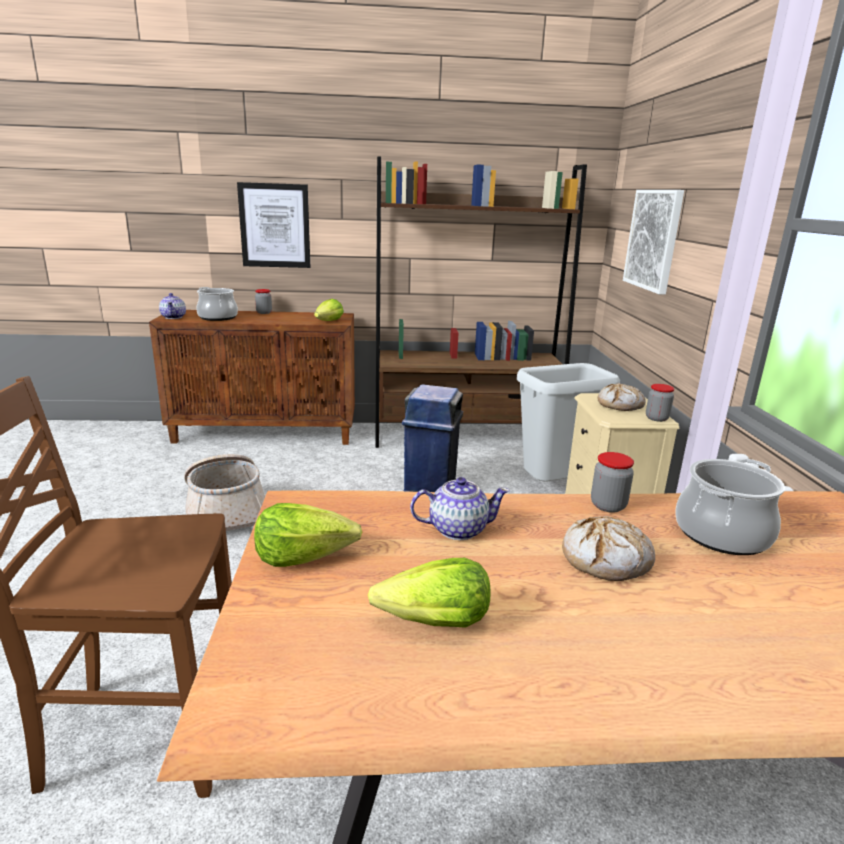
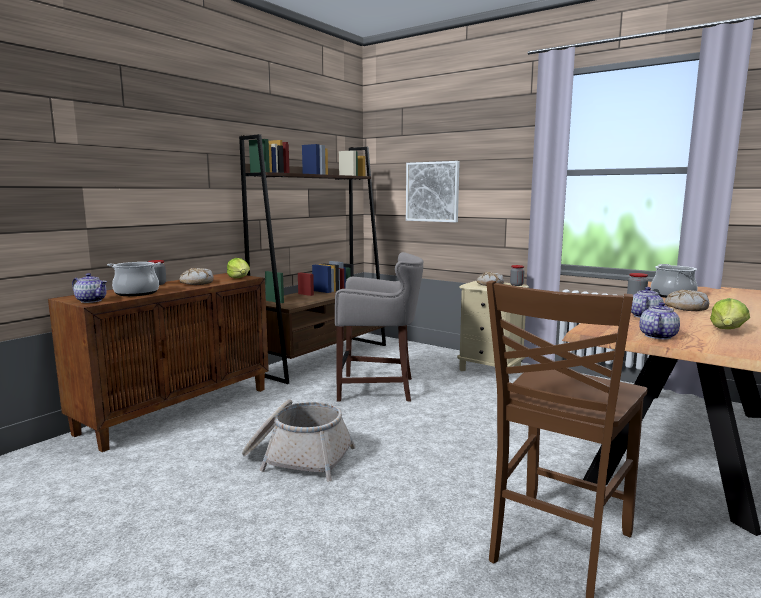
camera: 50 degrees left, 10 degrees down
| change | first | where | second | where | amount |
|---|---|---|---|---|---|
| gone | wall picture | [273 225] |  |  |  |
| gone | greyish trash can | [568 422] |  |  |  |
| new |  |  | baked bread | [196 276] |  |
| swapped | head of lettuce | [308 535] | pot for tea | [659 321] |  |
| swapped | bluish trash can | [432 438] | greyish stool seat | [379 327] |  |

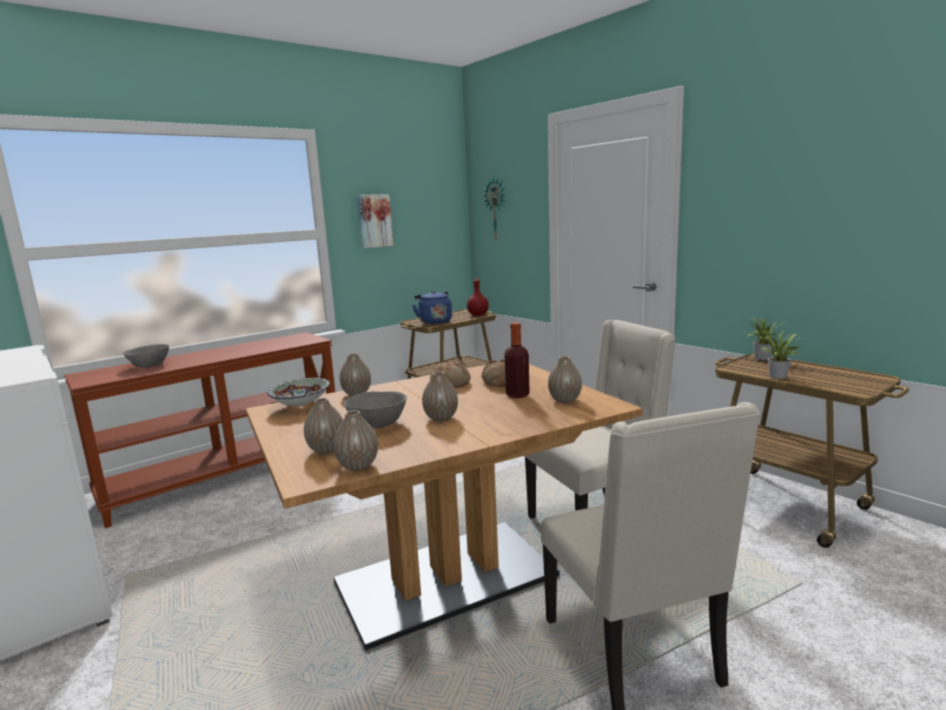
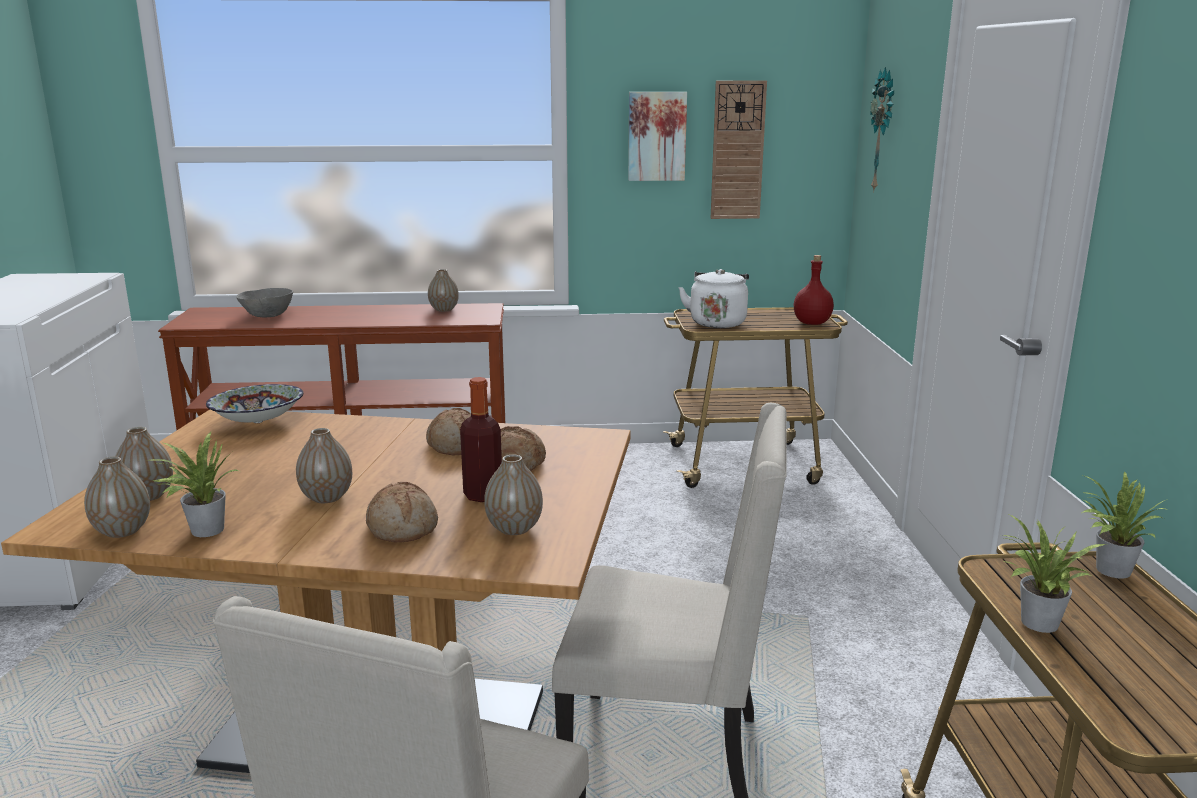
camera: 35 degrees right, 5 degrees up
| change | first | where | second | where | amount |
|---|---|---|---|---|---|
| gone | greyish serving bowl | [375 410] |  |  |  |
| new |  |  | plant in a pot | [192 484] |  |
| new |  |  | baked bread | [402 512] |  |
| new |  |  | clock on the wall | [739 150] |  |
| shifted | vase | [355 374] |  | [443 290] |  |
| repainted | bluish tea kettle | [432 307] | white tea kettle | [713 298] |  |

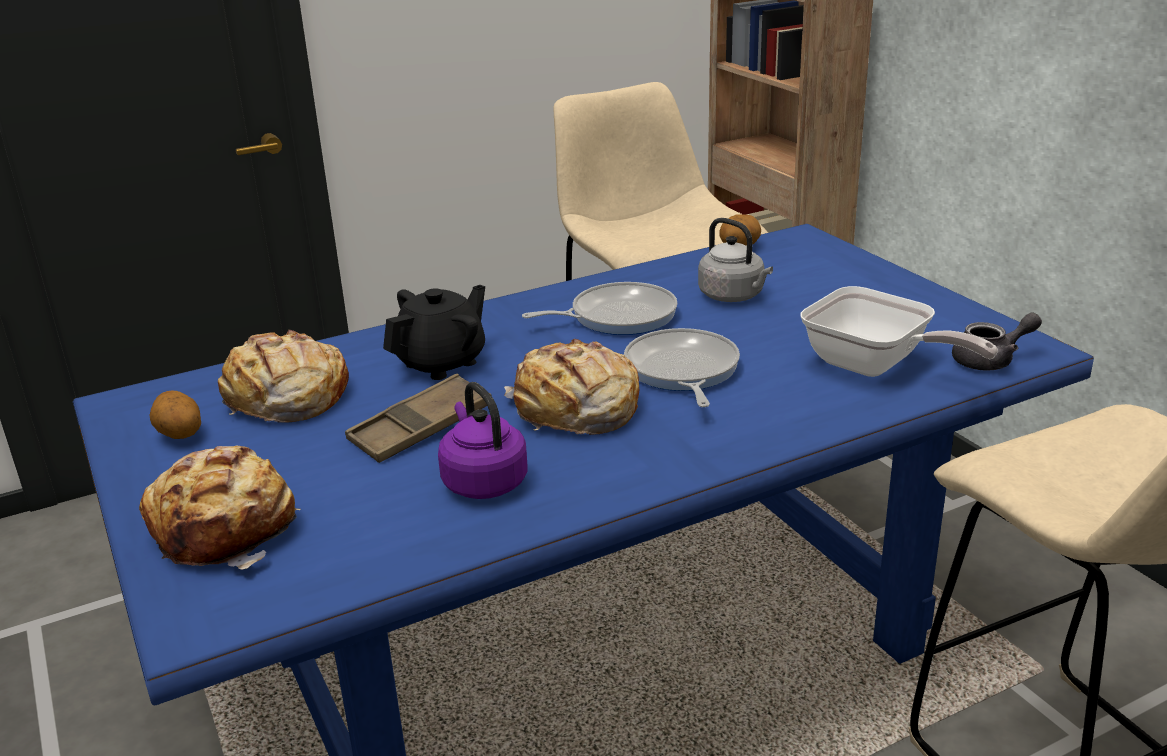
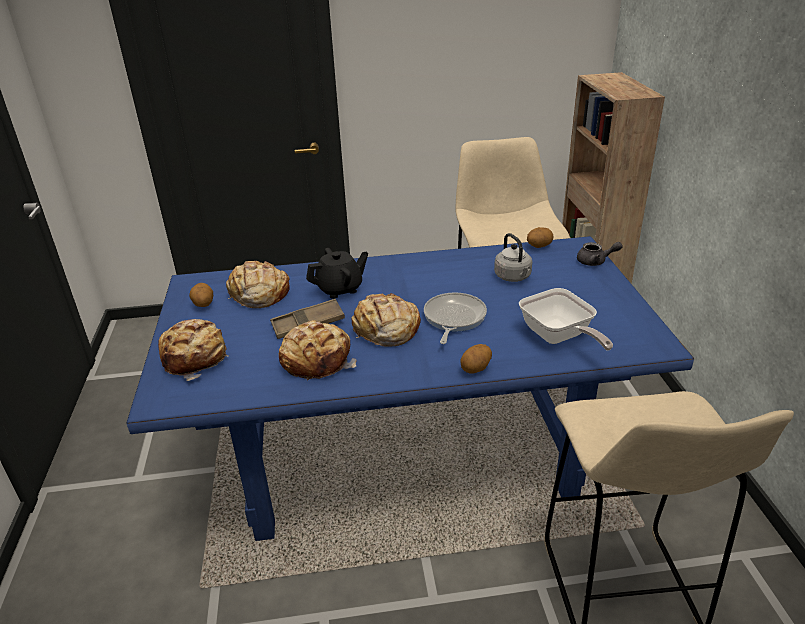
camera: 20 degrees right, 5 degrees up
| change | first | where | second | where | amount |
|---|---|---|---|---|---|
| gone | pan | [600 308] |  |  |  |
| new |  |  | whole potato | [476 359] |  |
| shifted | greyish pot for tea | [997 341] |  | [600 254] |  |
| swapped | purple-coloured tea kettle | [483 440] | baked bread | [317 350] |  |

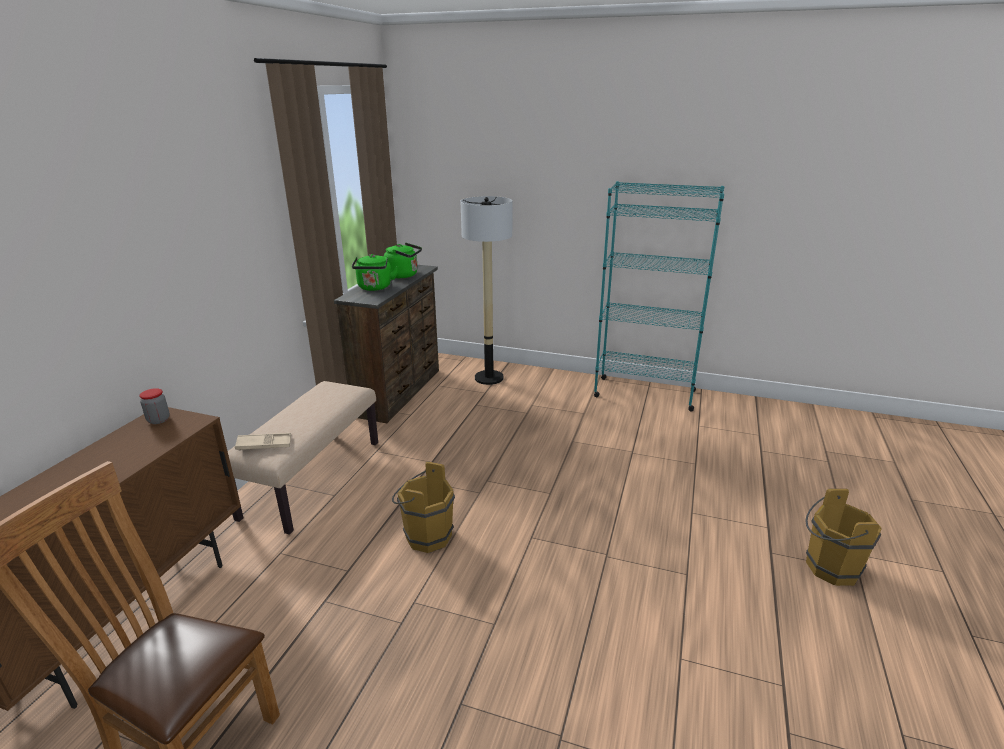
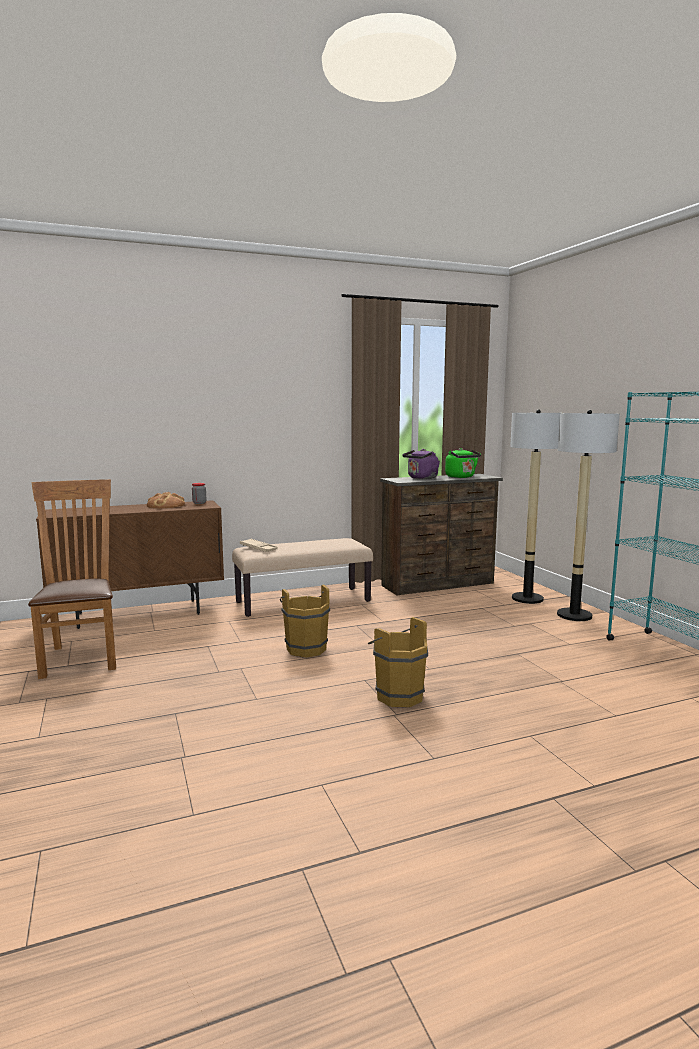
camera: 50 degrees right, 15 degrees down
| change | first | where | second | where | amount |
|---|---|---|---|---|---|
| new |  |  | baked bread | [166 500] |  |
| new |  |  | standing lamp | [588 515] |  |
| shifted | brownish water bucket | [843 537] |  | [398 662] |  |
| repainted | greenish tea kettle | [375 272] | purple-coloured tea kettle | [421 464] |  |

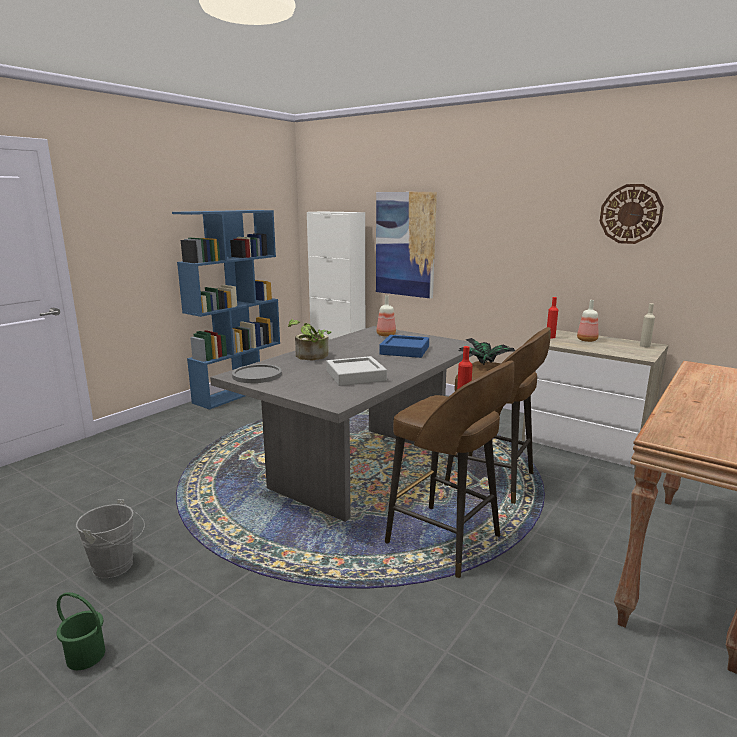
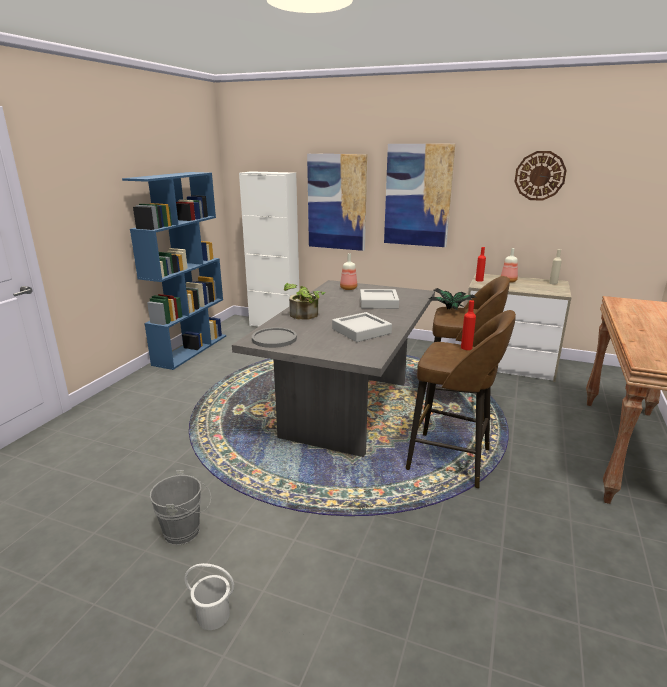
camera: 15 degrees left, 5 degrees up
| change | first | where | second | where | amount |
|---|---|---|---|---|---|
| new |  |  | wall picture | [419 195] |  |
| repainted | greenish water bucket | [81 631] | white water bucket | [209 596] |  |
| repainted | bluish serving tray | [404 346] | greyish serving tray | [379 299] |  |

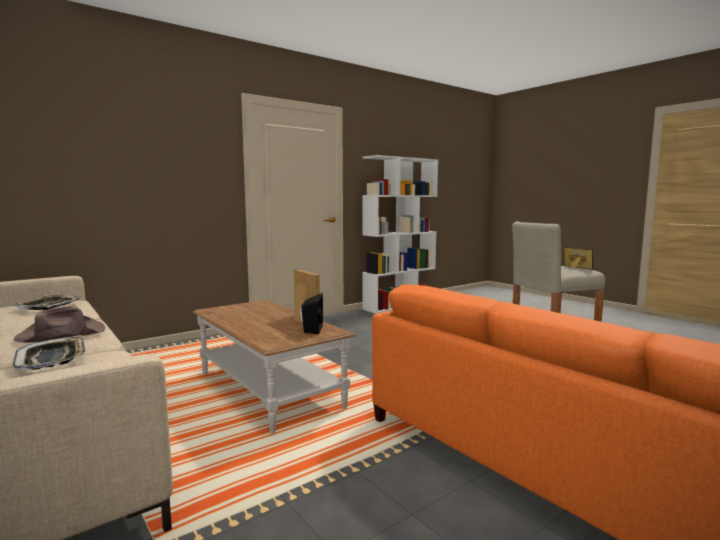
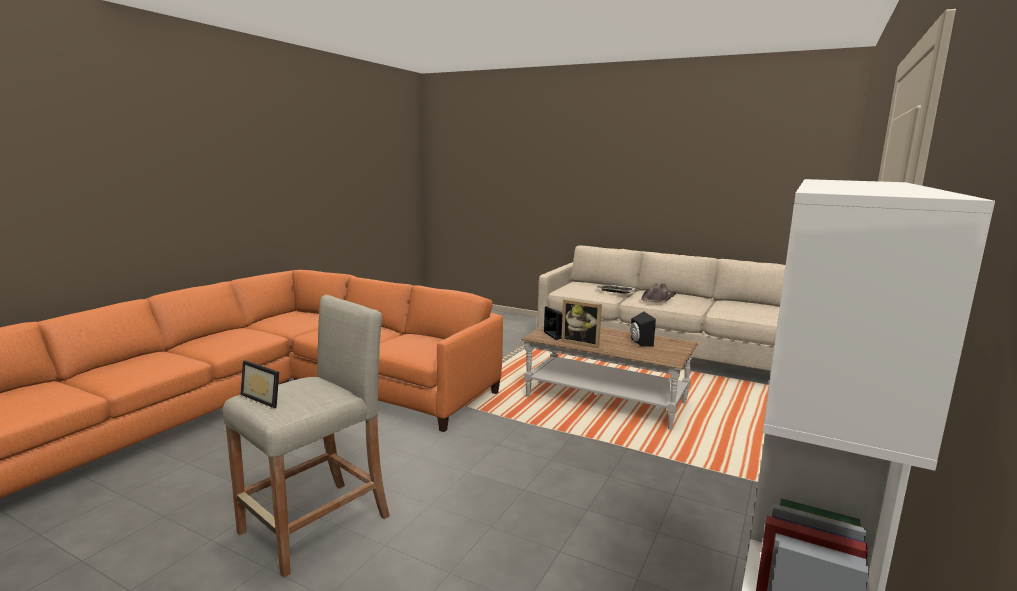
camera: 155 degrees right, 5 degrees up
| change | first | where | second | where | amount |
|---|---|---|---|---|---|
| gone | serving tray | [47 302] |  |  |  |
| new |  |  | black speaker | [643 329] |  |

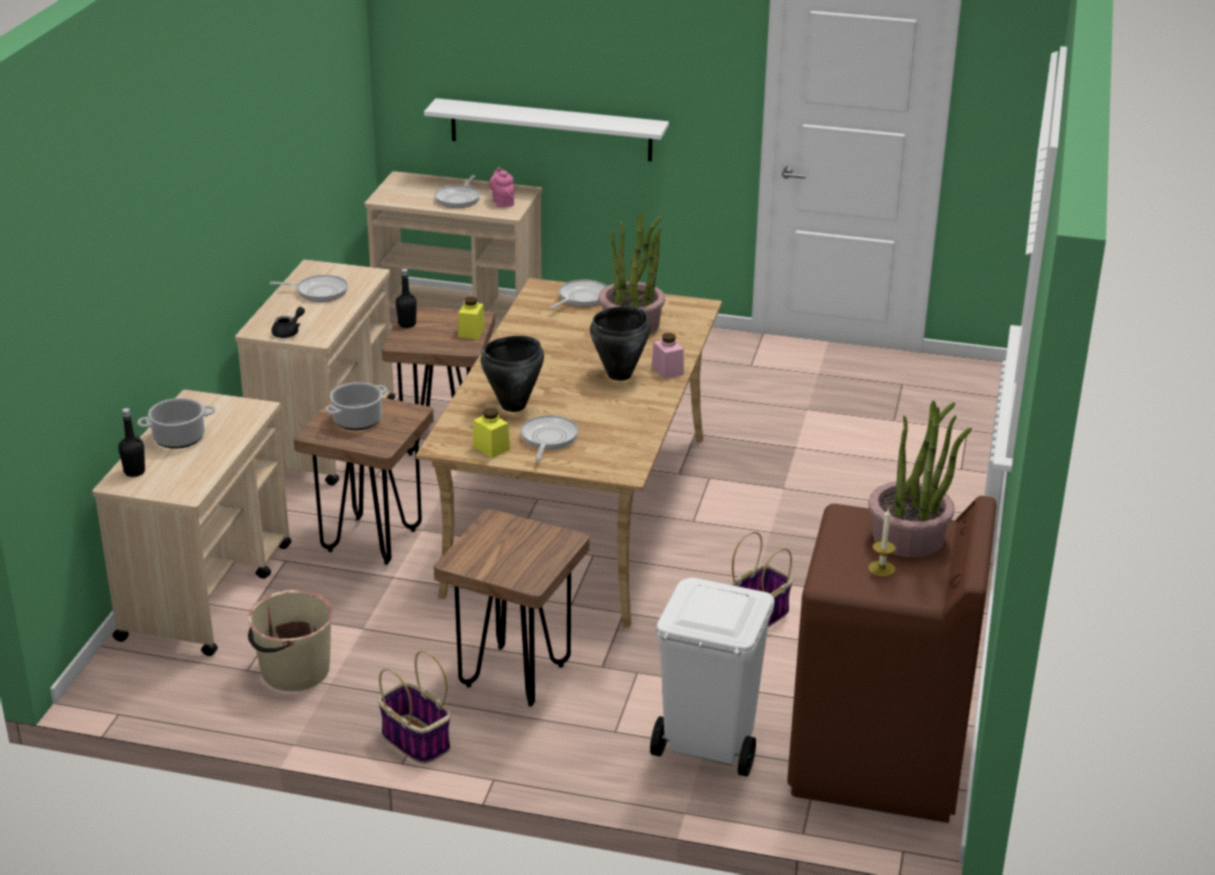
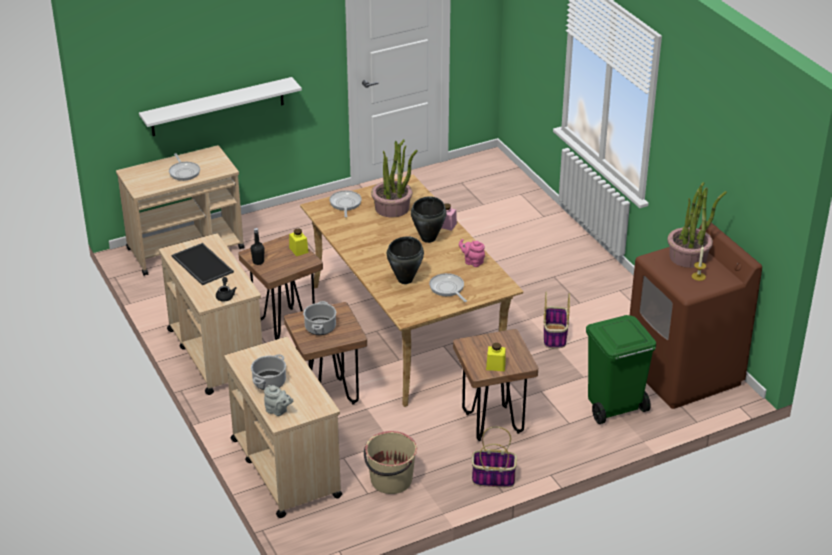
camera: 40 degrees left, 5 degrees up
| change | first | where | second | where | amount |
|---|---|---|---|---|---|
| shifted | yellow-coloured preserve jar | [491 433] |  | [496 357] |  |
| shifted | pink-coloured pot for tea | [501 187] |  | [472 253] |  |
| swapped | black bottle | [131 442] | greyish pot for tea | [278 400] |  |
| swapped | pan | [309 288] | serving tray | [203 264] |  |
| repainted | white trash can | [712 677] | greenish trash can | [621 369] |  |

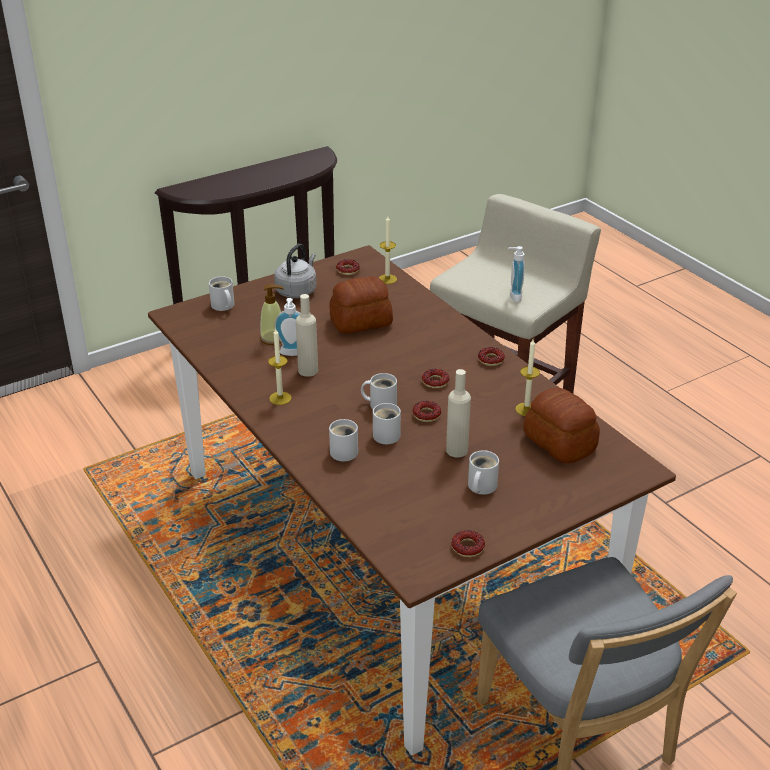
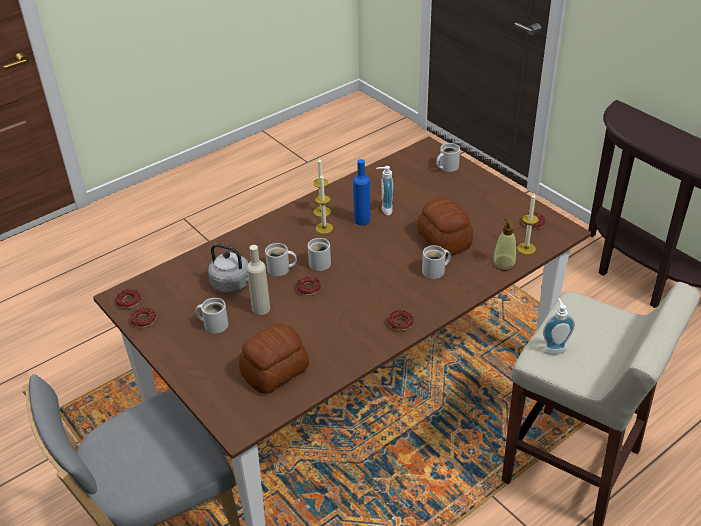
camera: 85 degrees right, 5 degrees up
| change | first | where | second | where | amount |
|---|---|---|---|---|---|
| shifted | liquid soap bottle | [272 314] |  | [504 244] |  |
| shifted | greyish tea kettle | [295 271] |  | [228 268] |  |
| shifted | white tea mug | [343 440] |  | [436 262] |  |
| shifted | ring doughnut | [435 379] |  | [128 299] |  |
| shifted | wax light | [527 377] |  | [324 204] |  |
| repainted | beige-coloured bottle | [307 335] | bluish bottle | [361 192] |  |

